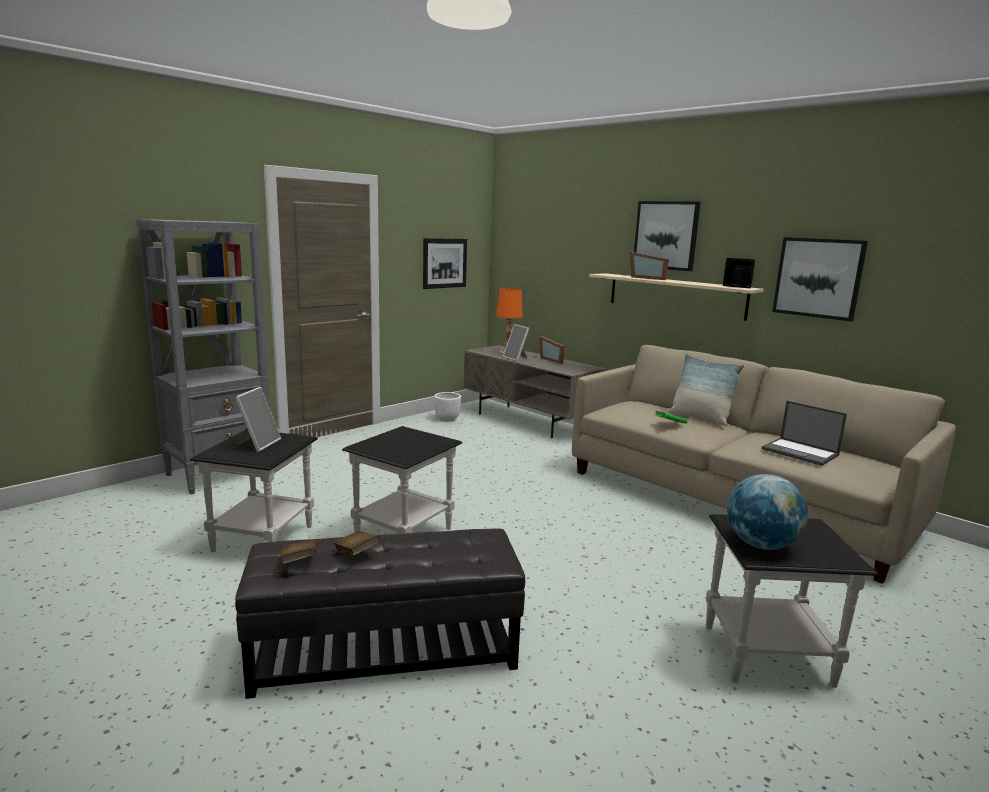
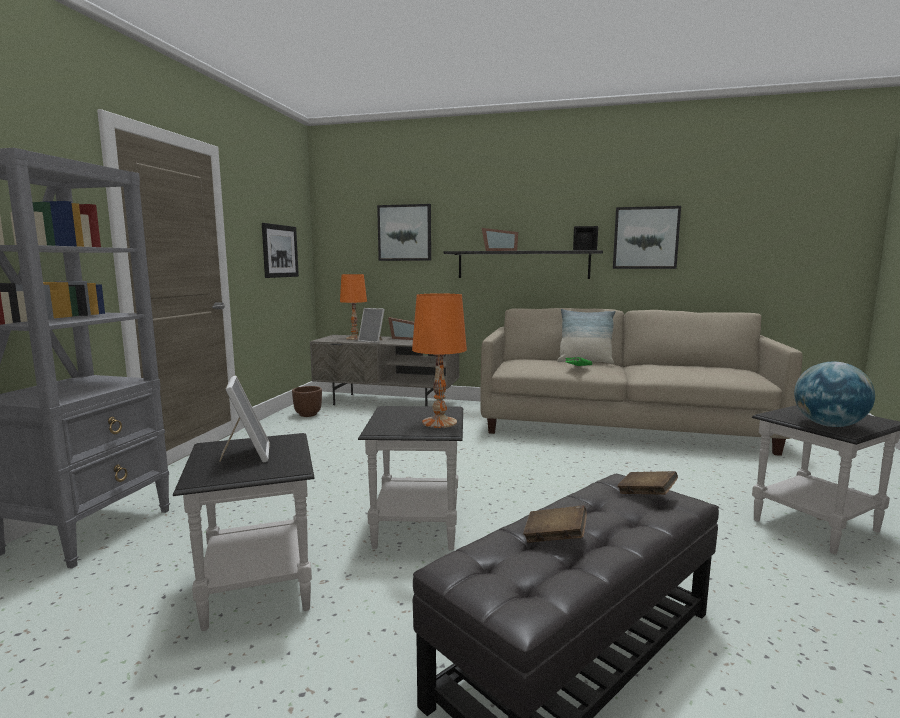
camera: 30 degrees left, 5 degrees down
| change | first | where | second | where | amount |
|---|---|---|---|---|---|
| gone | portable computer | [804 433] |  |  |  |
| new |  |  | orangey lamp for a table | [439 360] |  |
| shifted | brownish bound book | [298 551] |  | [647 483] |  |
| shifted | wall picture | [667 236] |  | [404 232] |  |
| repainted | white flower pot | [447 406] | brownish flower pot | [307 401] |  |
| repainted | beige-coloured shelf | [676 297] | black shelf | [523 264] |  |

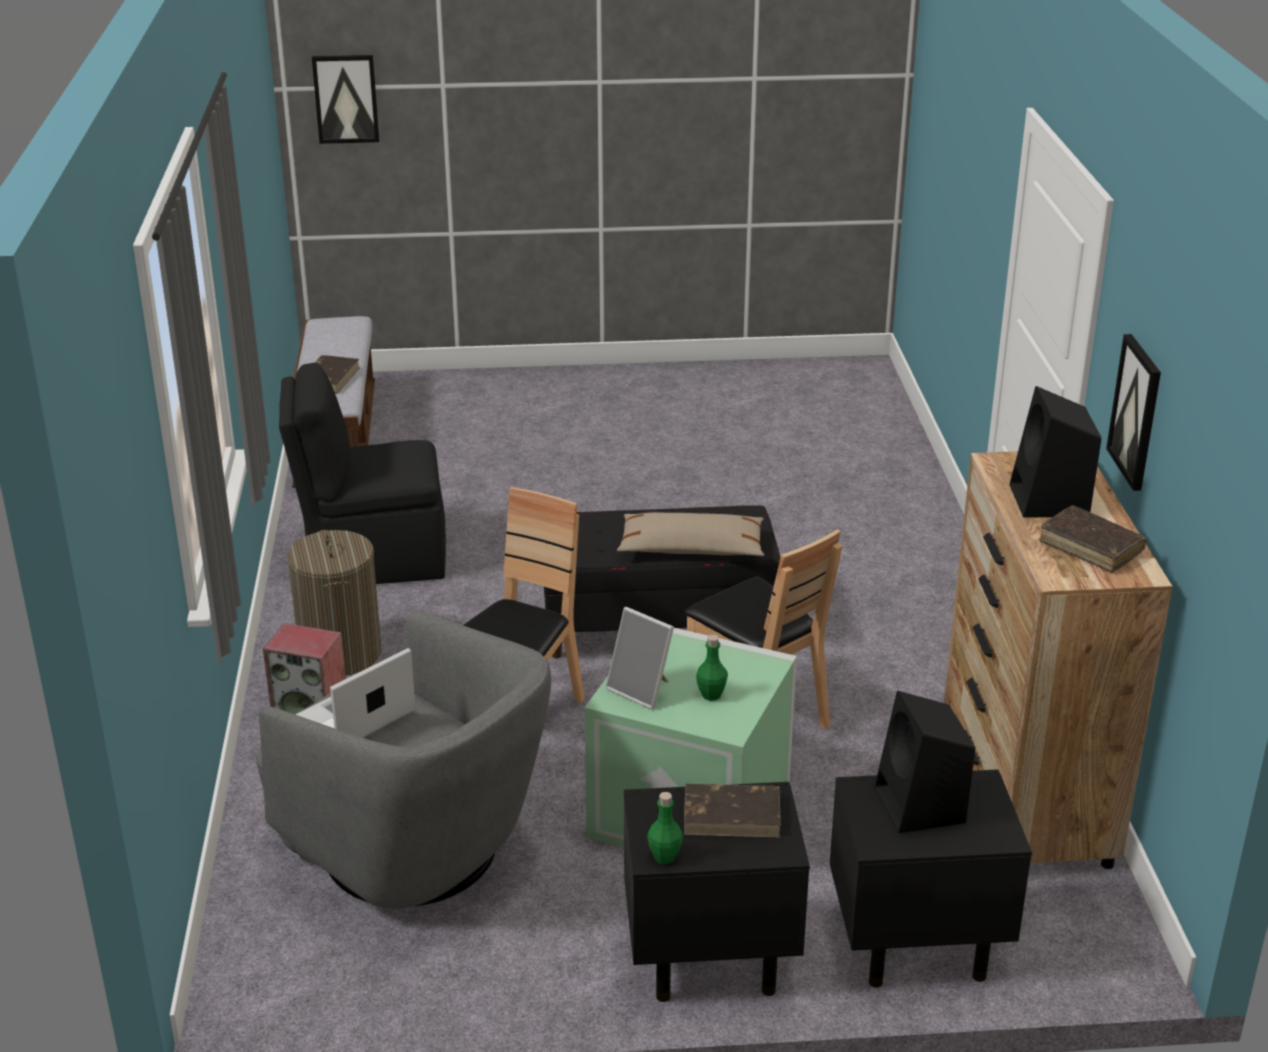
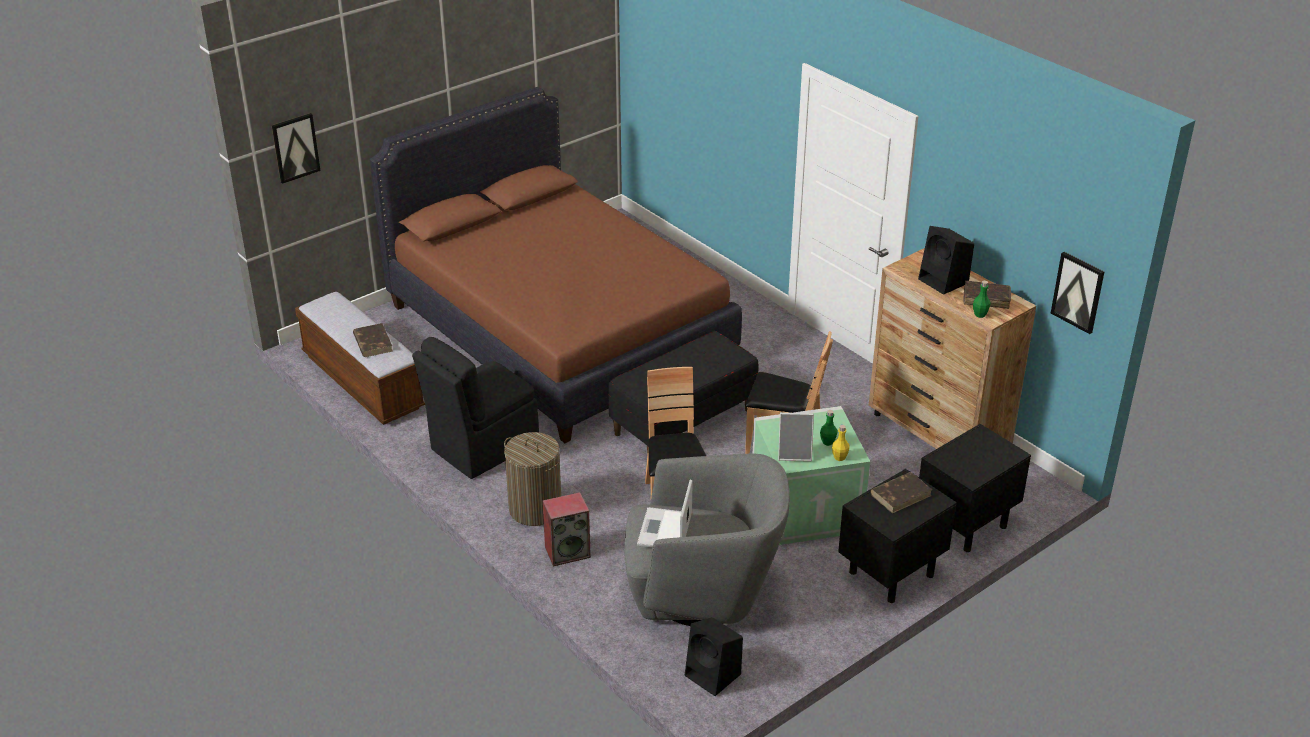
camera: 35 degrees left, 5 degrees up
| change | first | where | second | where | amount |
|---|---|---|---|---|---|
| gone | beige-coloured throw pillow | [691 534] |  |  |  |
| new |  |  | brownish sleeping bed | [556 265] |  |
| new |  |  | yellow-coloured bottle | [841 443] |  |
| shifted | greenish bottle | [665 828] |  | [982 299] |  |
| shifted | black speaker | [924 762] |  | [714 656] |  |
| shifted | wall picture | [1133 412] |  | [1077 293] |  |

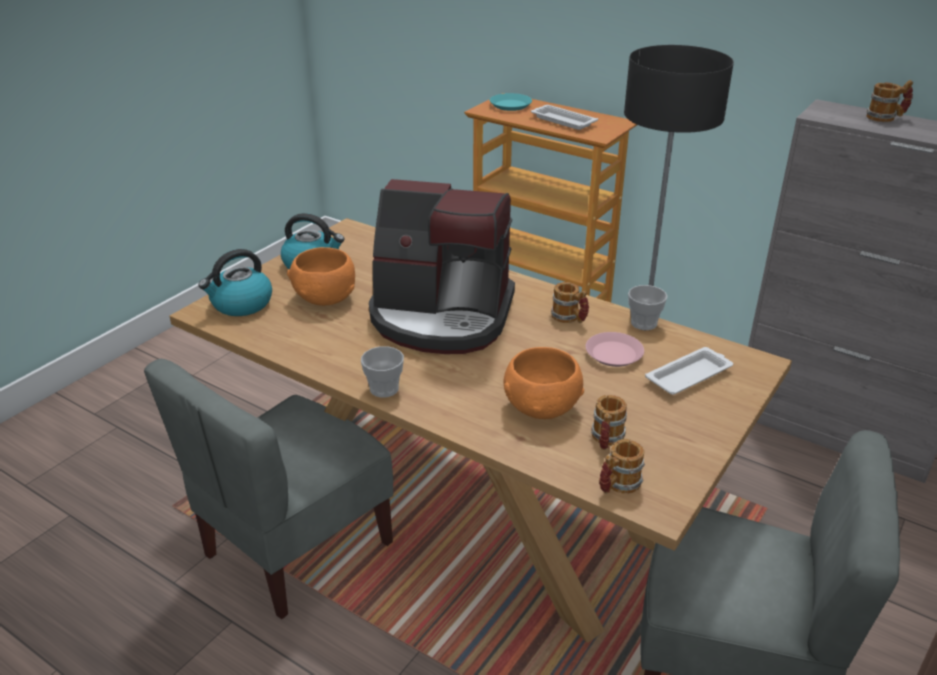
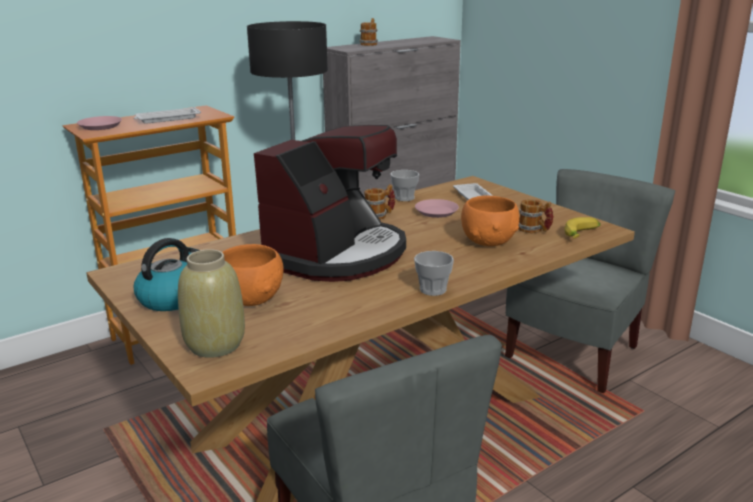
camera: 70 degrees left, 10 degrees down
| change | first | where | second | where | amount |
|---|---|---|---|---|---|
| swapped | tea kettle | [235 282] | beige-coloured vase | [211 303] |  |
| swapped | tea mug | [622 466] | banana fruit | [582 228] |  |
| repainted | turquoise-coloured flat dish | [511 102] | pink-coloured flat dish | [99 123] |  |

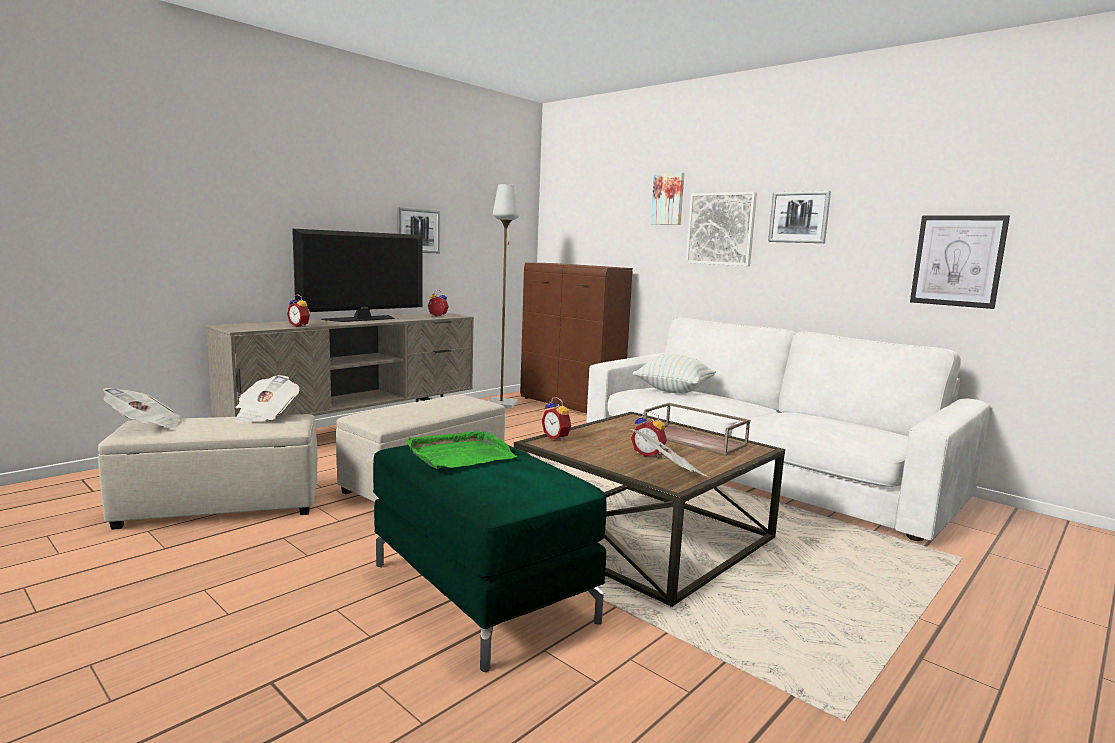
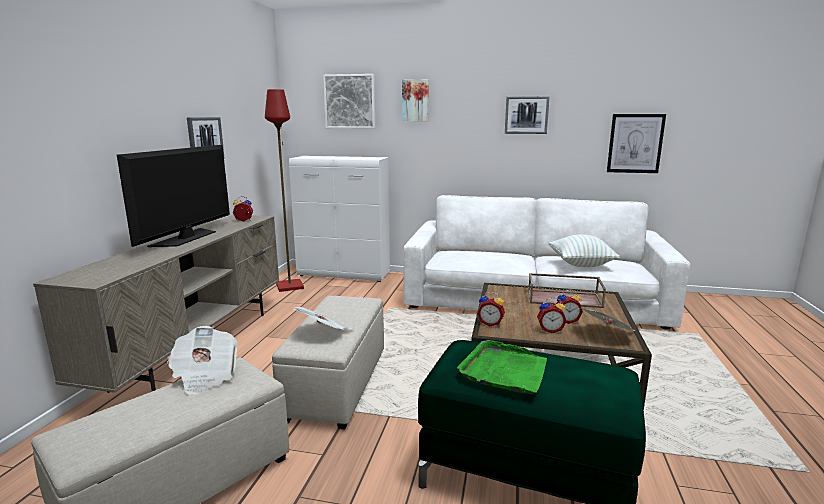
camera: 30 degrees left, 5 degrees up
| change | first | where | second | where | amount |
|---|---|---|---|---|---|
| shifted | newspaper | [141 408] |  | [323 318] |  |
| shifted | alarm clock | [298 310] |  | [552 315] |  |
| shifted | throw pillow | [674 374] |  | [584 250] |  |
| shifted | wall picture | [721 229] |  | [349 101] |  |
| repainted | greyish standing lamp | [504 296] | reddish standing lamp | [284 190] |  |
| repainted | brownish storage cabinet | [576 338] | white storage cabinet | [339 219] |  |

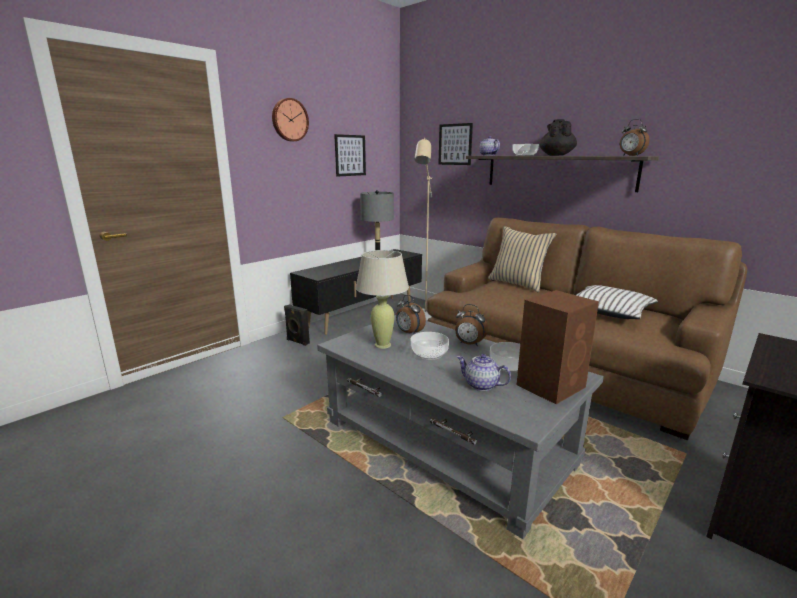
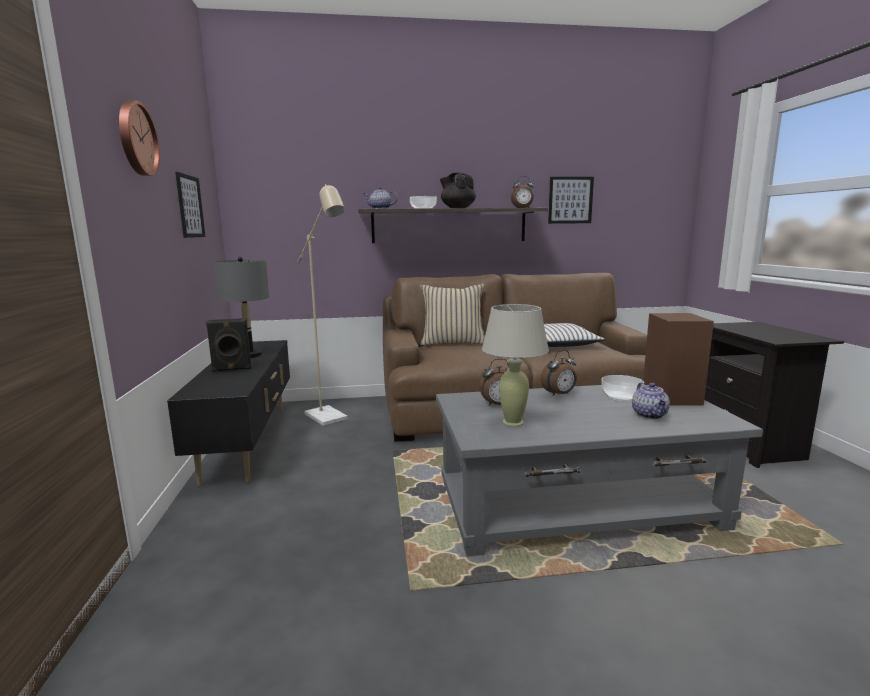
camera: 50 degrees left, 5 degrees down
| change | first | where | second | where | amount |
|---|---|---|---|---|---|
| gone | serving bowl | [429 346] |  |  |  |
| shifted | black speaker | [297 325] |  | [228 345] |  |
| shifted | wall picture | [455 144] |  | [571 200] |  |
| rotated | pot for tea | [484 372] |  | [651 400] | 75 degrees counterclockwise |

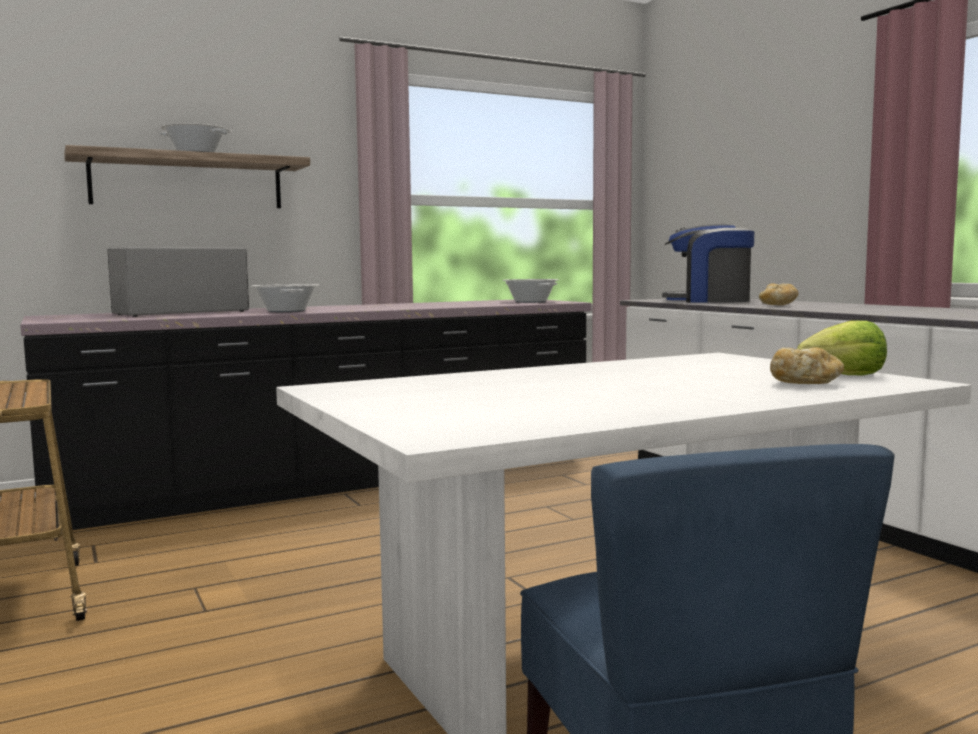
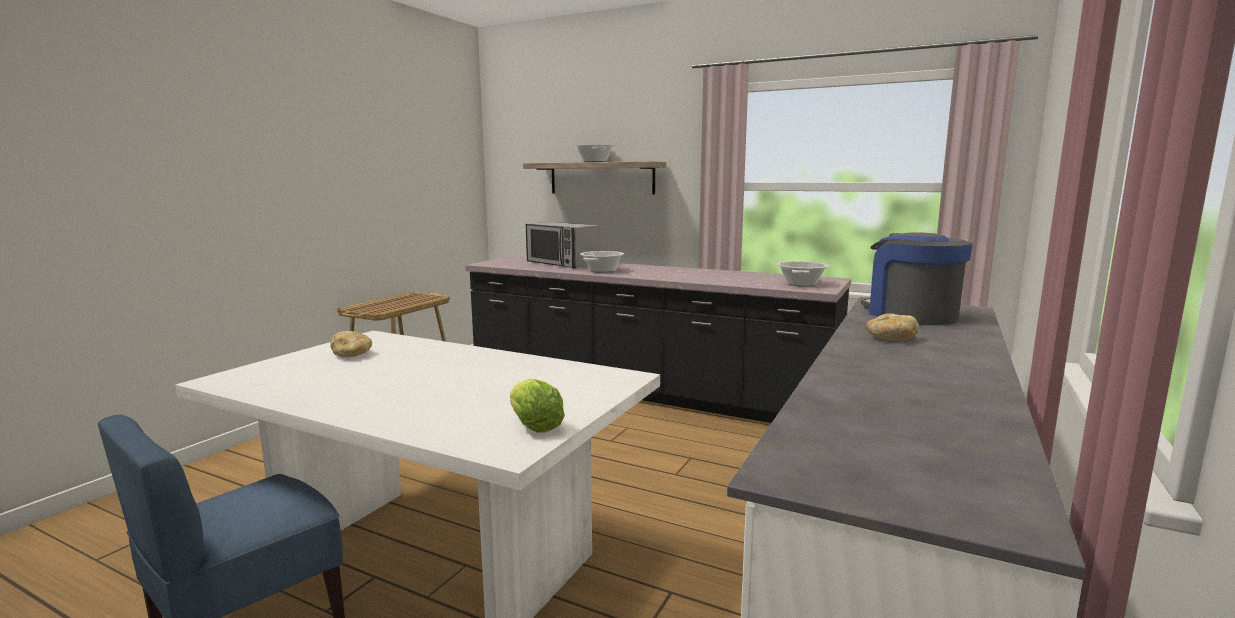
camera: 55 degrees right, 5 degrees up
| change | first | where | second | where | amount |
|---|---|---|---|---|---|
| shifted | baked bread | [807 365] |  | [351 344] |  |
| rotated | microwave oven | [178 282] |  | [562 245] | 150 degrees counterclockwise |

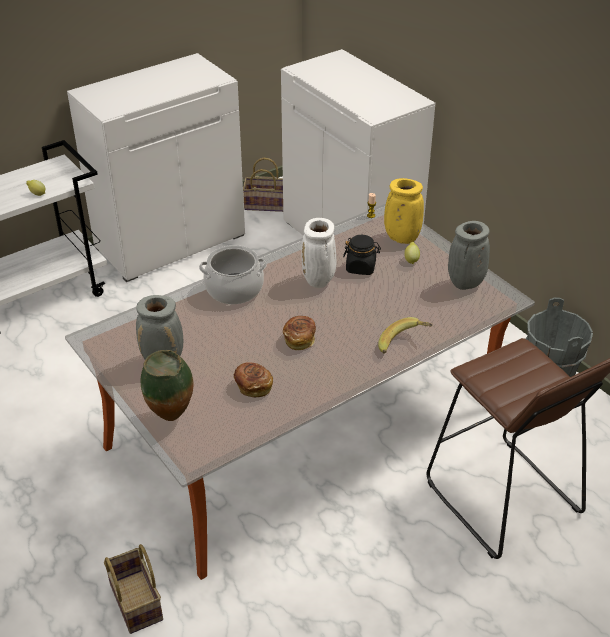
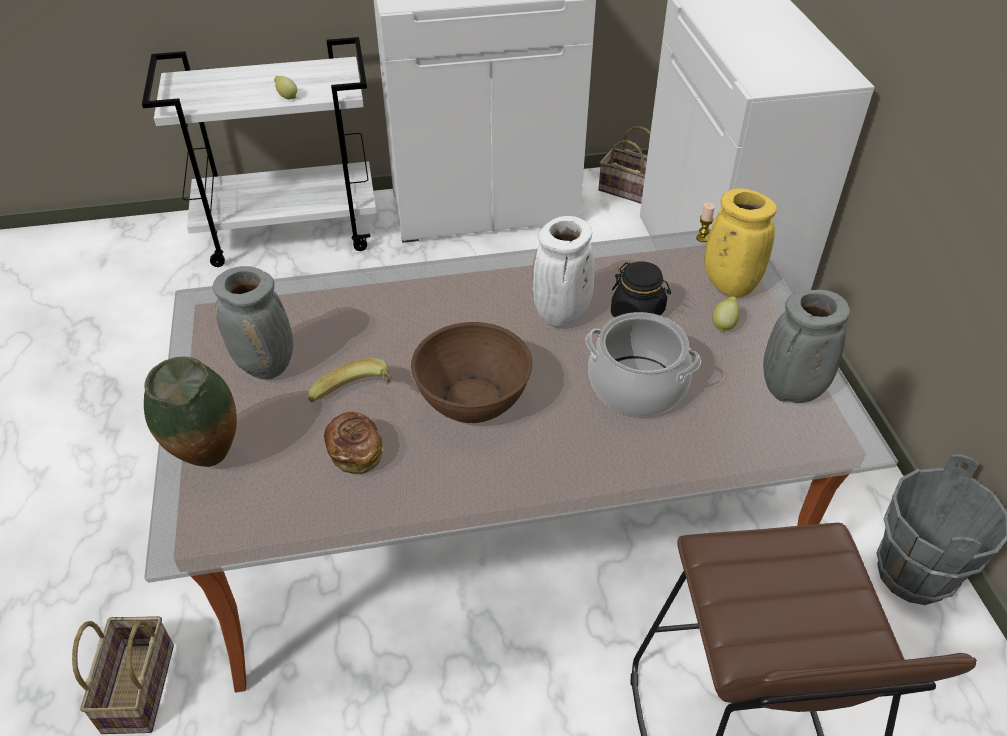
camera: 25 degrees right, 5 degrees up
| change | first | where | second | where | amount |
|---|---|---|---|---|---|
| shifted | stockpot | [233 274] |  | [643 364] |  |
| shifted | banana fruit | [405 335] |  | [349 380] |  |
| swapped | baked bread | [299 333] | brownish serving bowl | [471 372] |  |

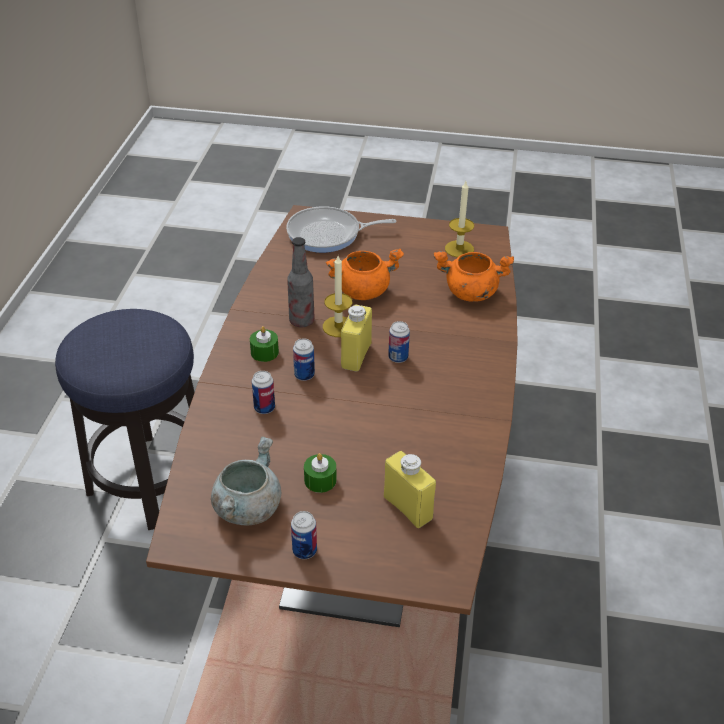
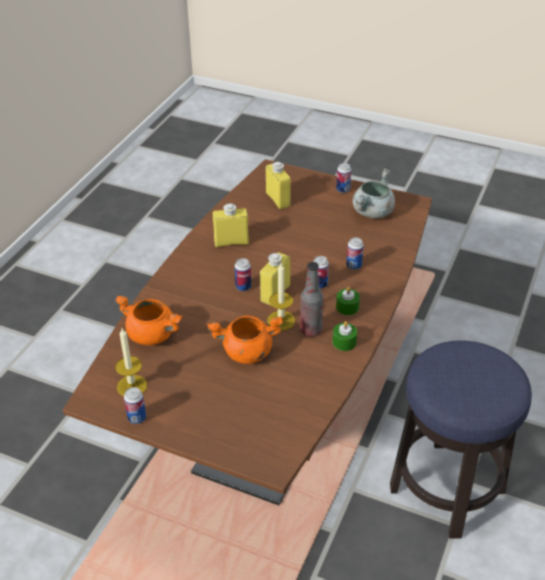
camera: 165 degrees left, 0 degrees up
| change | first | where | second | where | amount |
|---|---|---|---|---|---|
| gone | pan | [341 229] |  |  |  |
| new |  |  | can | [135 405] |  |
| new |  |  | yellow-coloured bottle | [231 225] |  |
| shifted | greenish wax light | [320 473] |  | [345 336] |  |

